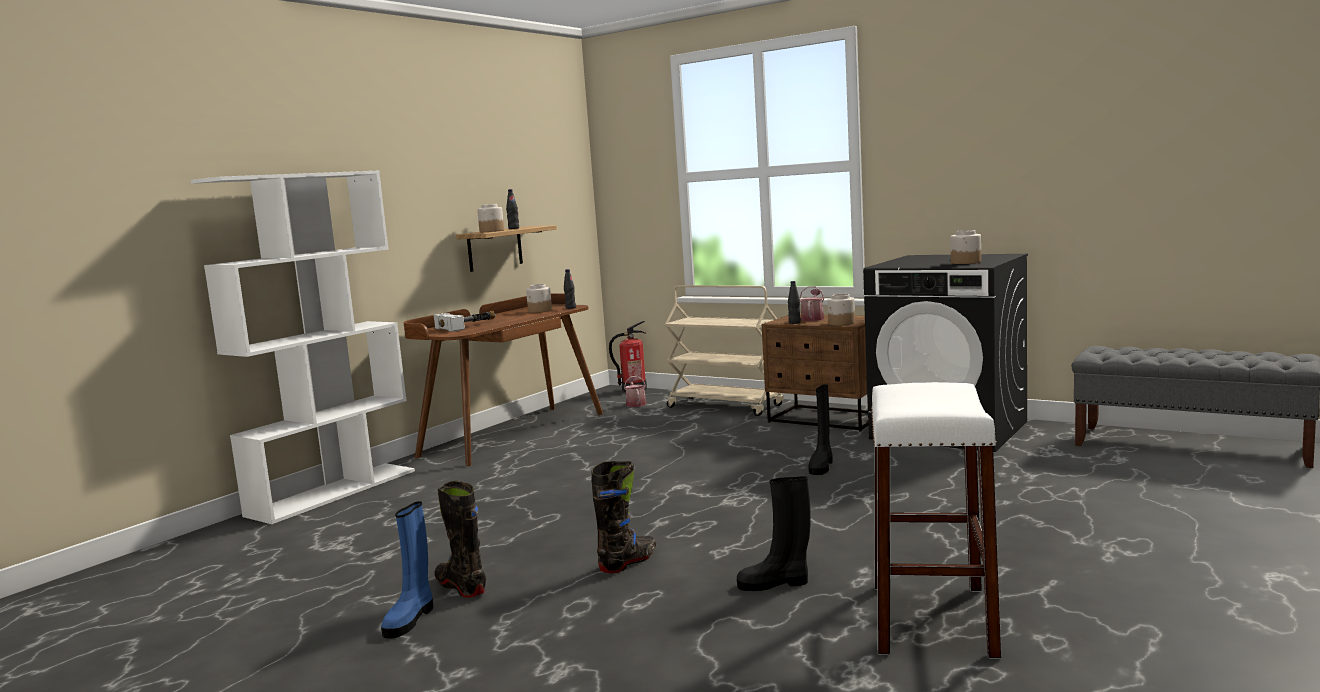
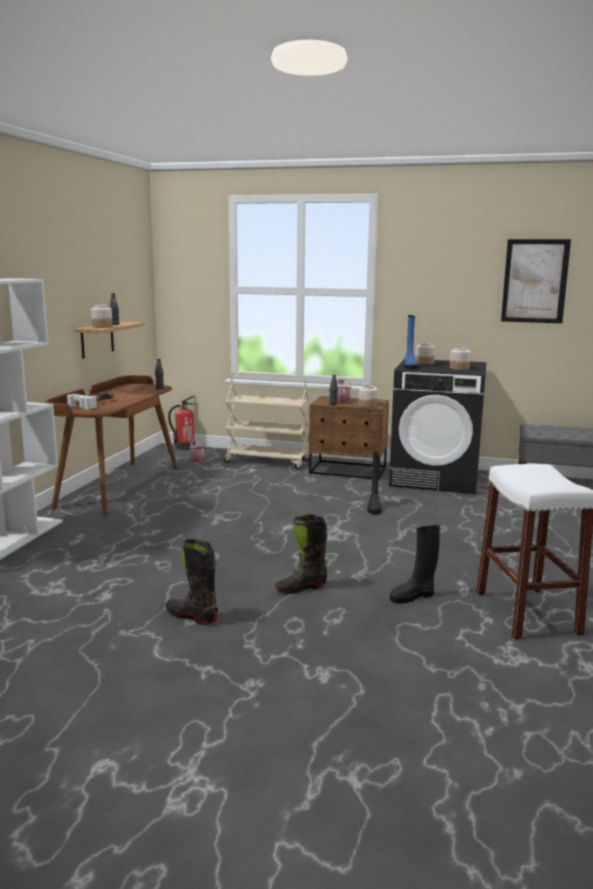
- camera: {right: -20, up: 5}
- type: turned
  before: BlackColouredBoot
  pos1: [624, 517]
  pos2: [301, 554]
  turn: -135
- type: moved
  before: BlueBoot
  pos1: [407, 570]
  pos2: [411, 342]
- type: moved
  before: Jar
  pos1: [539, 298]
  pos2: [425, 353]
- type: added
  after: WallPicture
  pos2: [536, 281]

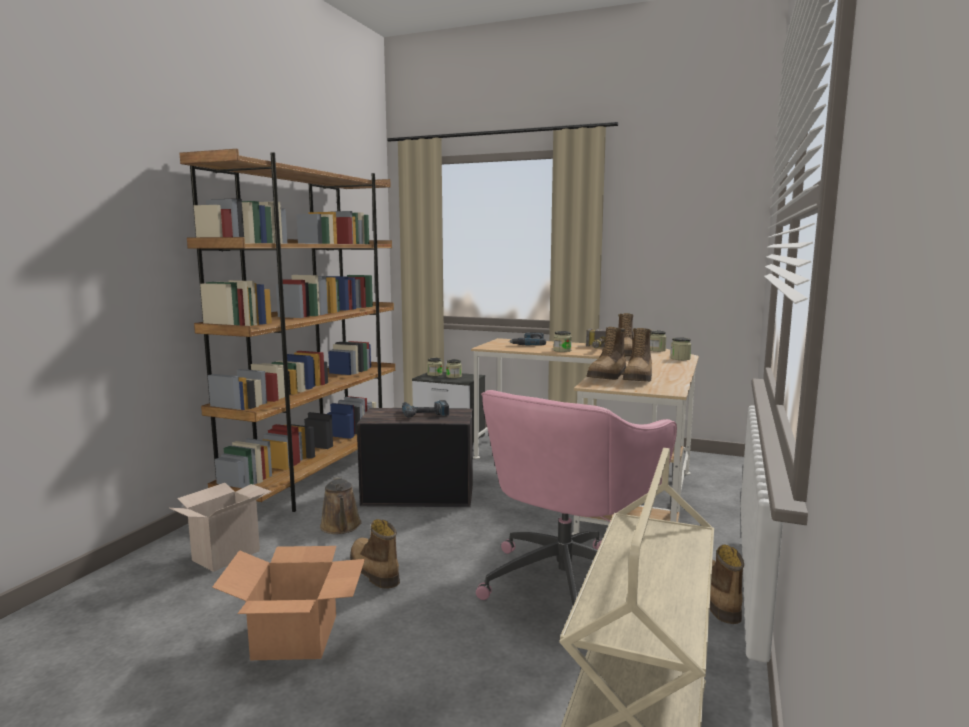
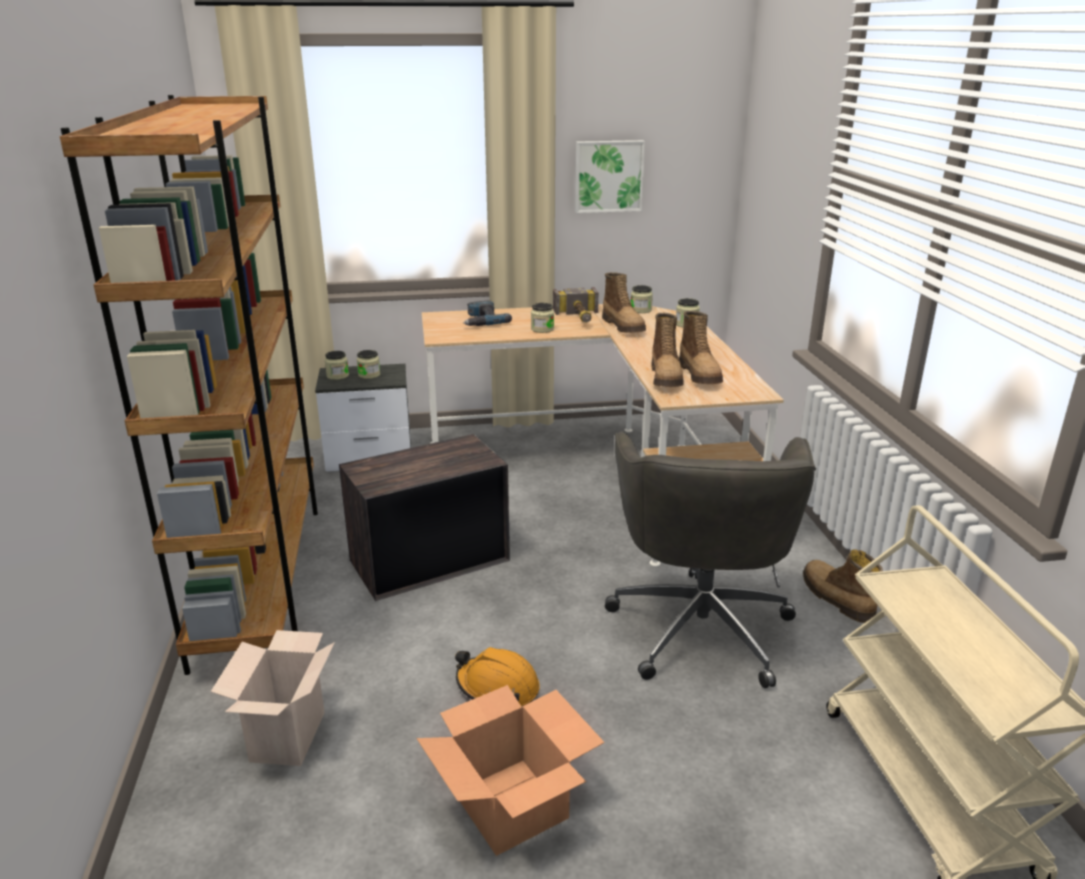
- camera: {right: -30, up: 15}
- type: replaced
  before: Boot
  after: OrangeySafetyHelmet
  pos1: [375, 554]
  pos2: [497, 676]
- type: added
  after: WallPicture
  pos2: [610, 176]
- type: recoloured
  before: PinkColouredOfficeChair
  after: GreyishOfficeChair
  pos1: [576, 498]
  pos2: [710, 560]
- type: removed
  before: BrownishSprinklingCan
  pos1: [341, 505]
- type: removed
  before: Drill
  pos1: [425, 409]

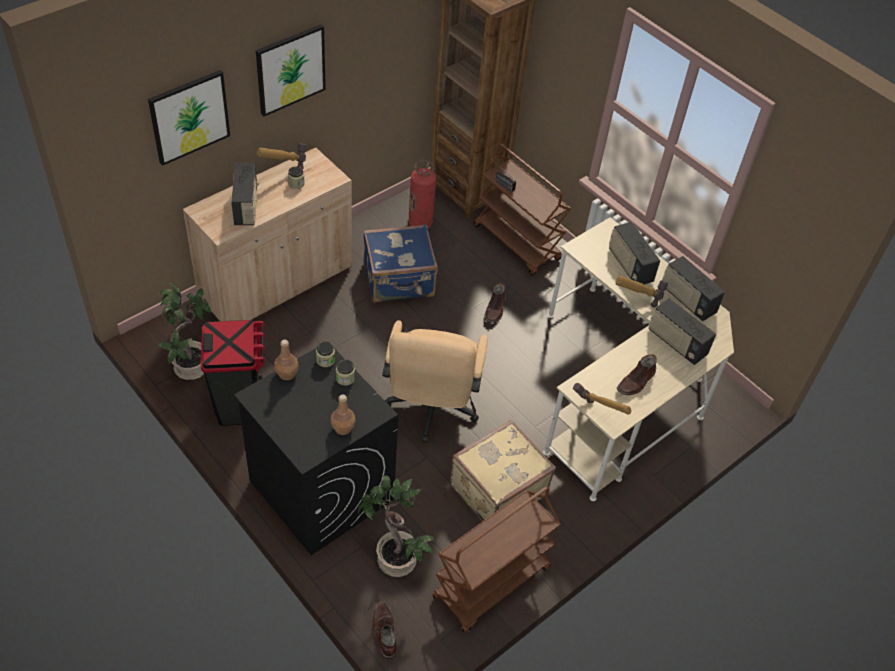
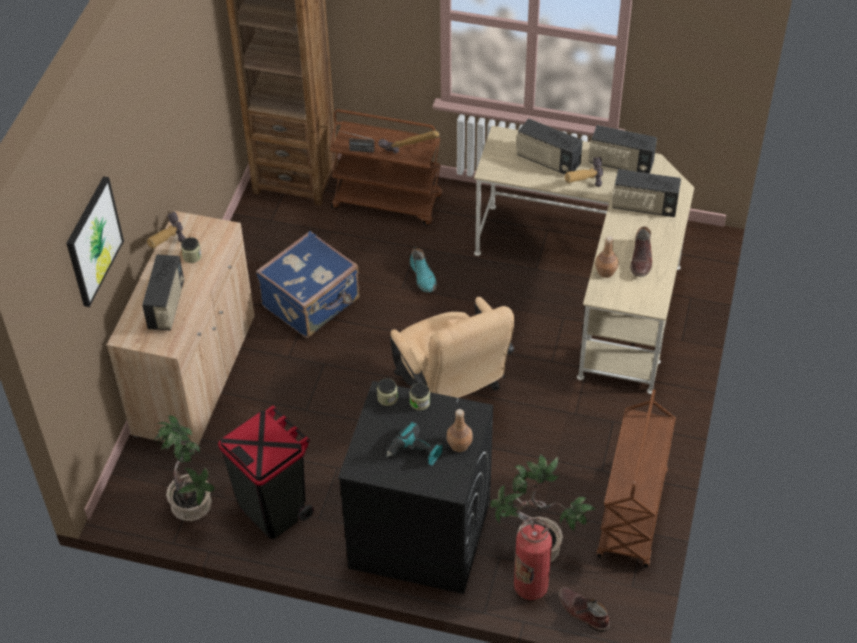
- camera: {right: -30, up: 0}
- type: turned
  before: Radio
  pos1: [245, 193]
  pos2: [163, 293]
  turn: 45
- type: moved
  before: ToolHammer
  pos1: [602, 398]
  pos2: [409, 142]
- type: added
  after: Drill
  pos2: [414, 443]
- type: recoloured
  before: BrownishBoot
  after: BlueGreenBoot
  pos1: [494, 303]
  pos2: [423, 270]
- type: moved
  before: FireExtinguisher
  pos1: [422, 194]
  pos2: [533, 559]
- type: moved
  before: BrownishDrinkBottle
  pos1: [286, 359]
  pos2: [607, 257]
- type: removed
  before: WallPicture
  pos1: [291, 70]
- type: removed
  before: BeigeColouredPieceOfLuggage
  pos1: [503, 471]

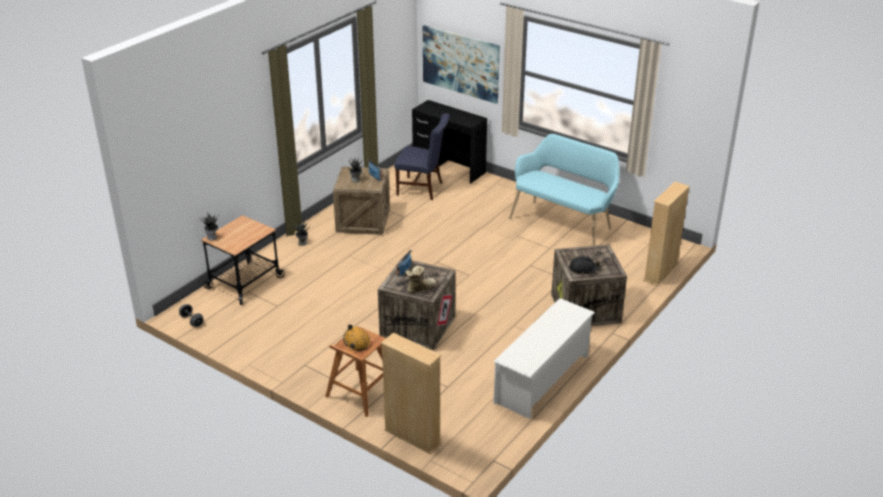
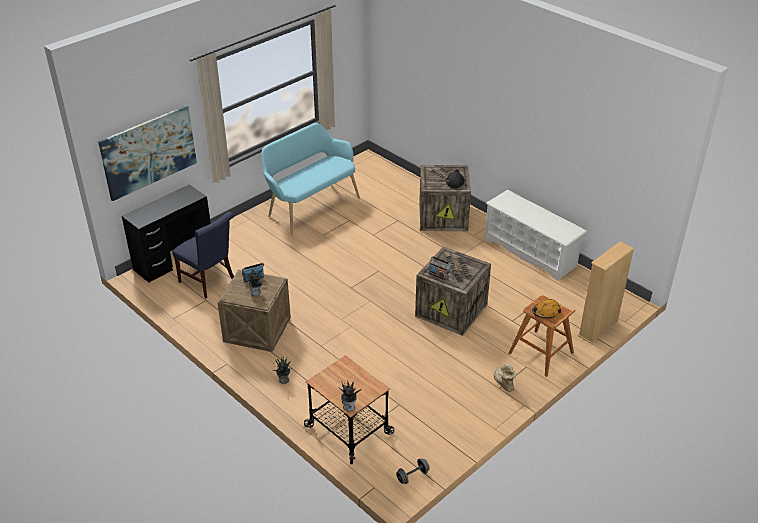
- camera: {right: -80, up: 5}
- type: turned
  before: BlueChair
  pos1: [422, 156]
  pos2: [203, 255]
  turn: 105
- type: moved
  before: Boot
  pos1: [421, 279]
  pos2: [505, 378]
- type: removed
  before: BeigeColouredBookshelf
  pos1: [666, 234]

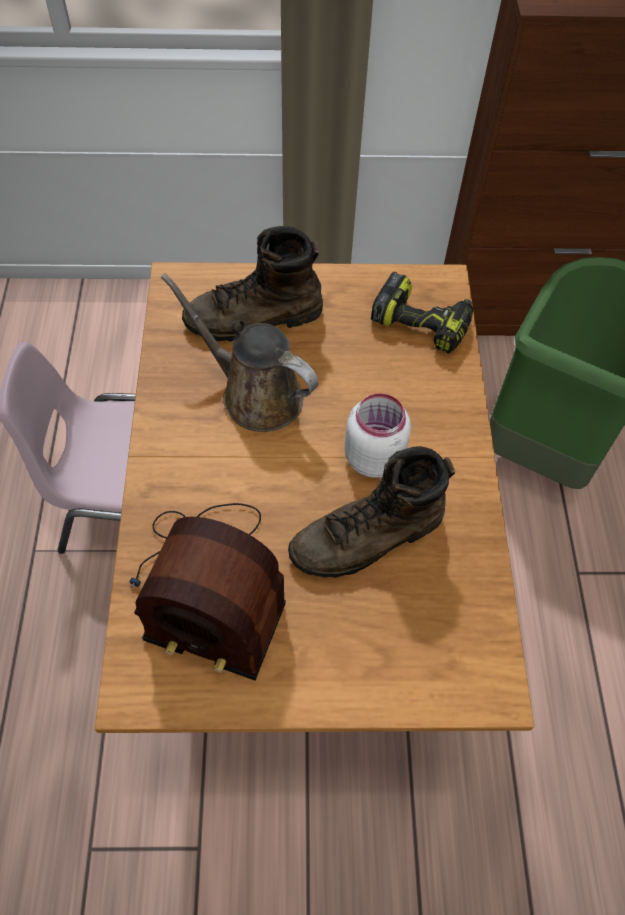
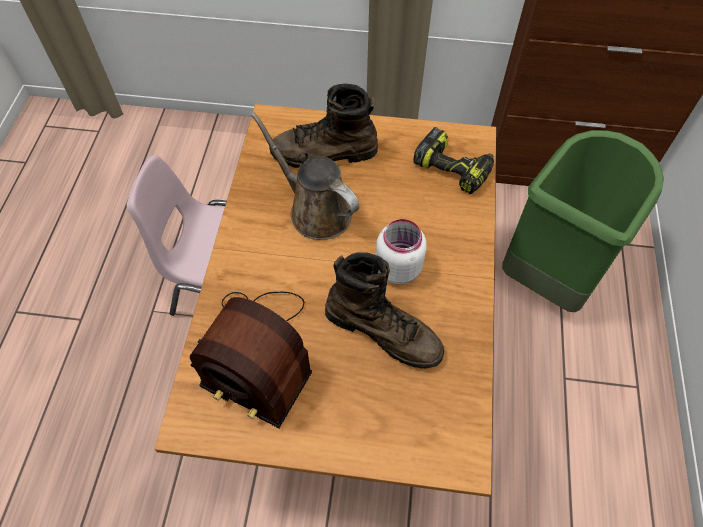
- camera: {right: 10, up: 0}
- type: turned
  before: BrownishBoot
  pos1: [371, 512]
  pos2: [384, 310]
  turn: -135

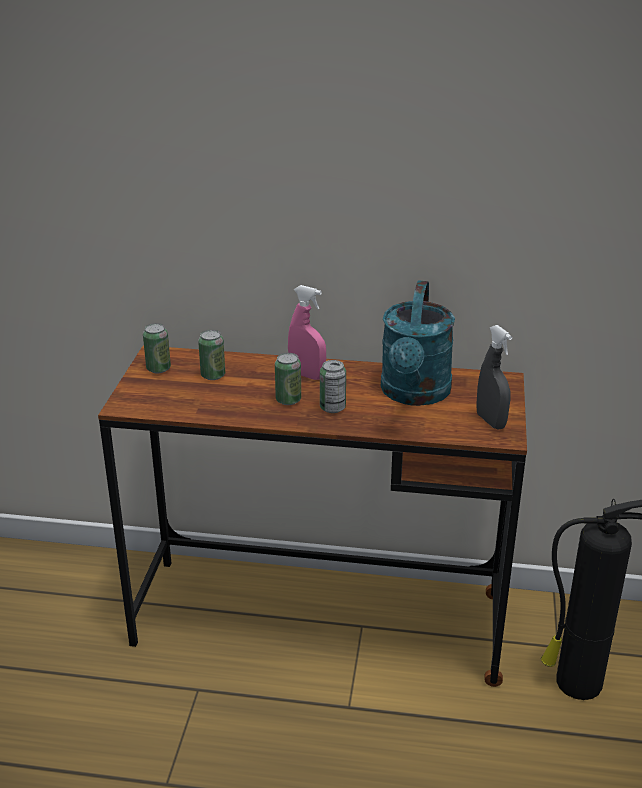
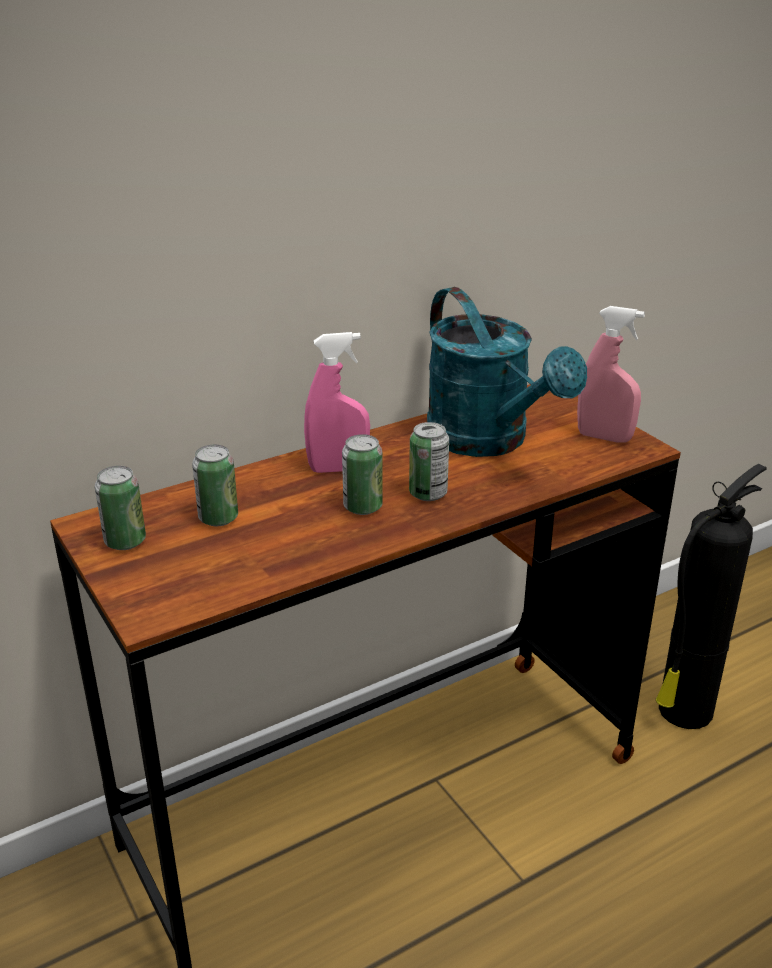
- camera: {right: -40, up: 0}
- type: recoloured
  before: GreyishHandSprayer
  after: PinkColouredHandSprayer
  pos1: [494, 377]
  pos2: [611, 374]

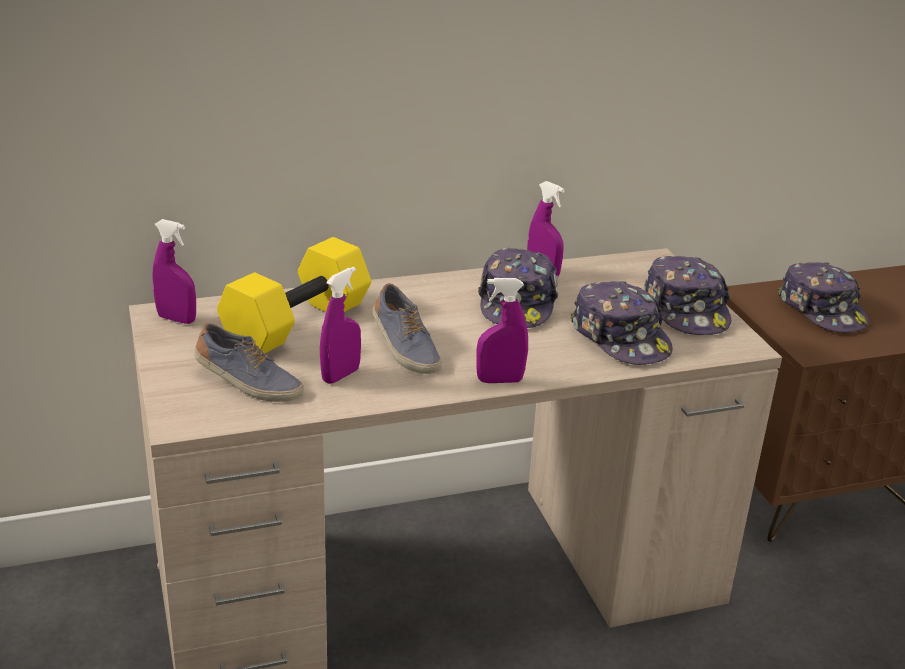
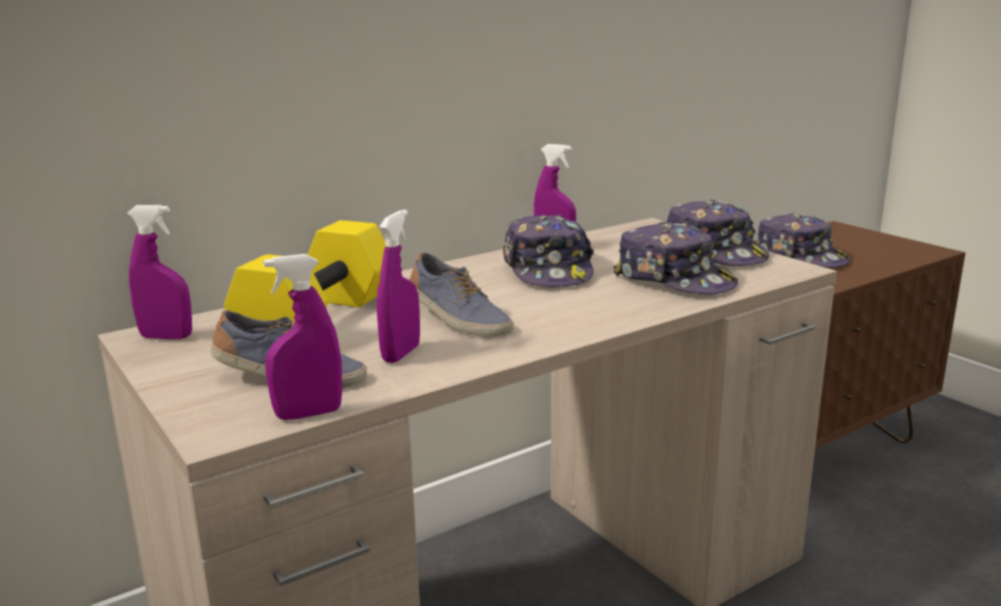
- camera: {right: -15, up: -10}
- type: moved
  before: PurpleHandSprayer
  pos1: [502, 330]
  pos2: [302, 337]

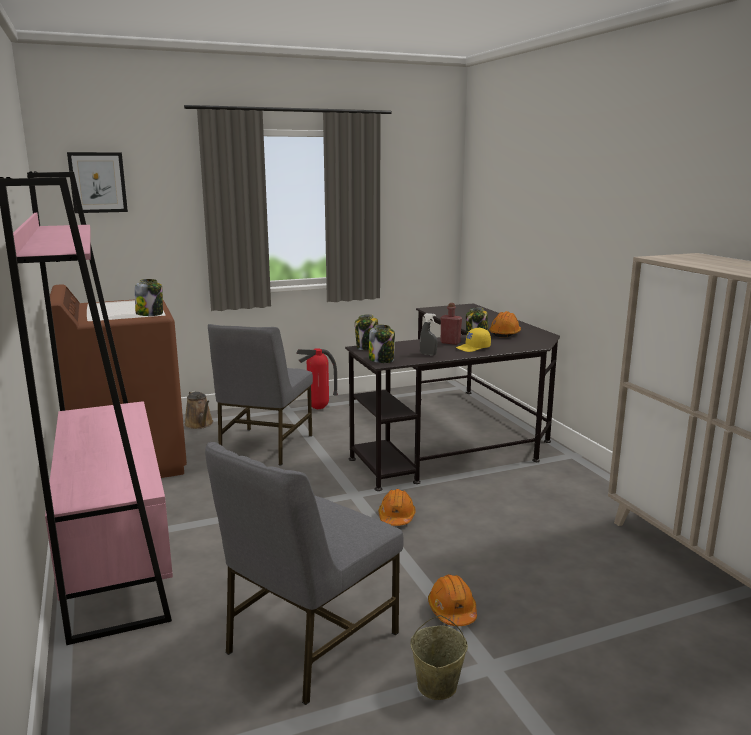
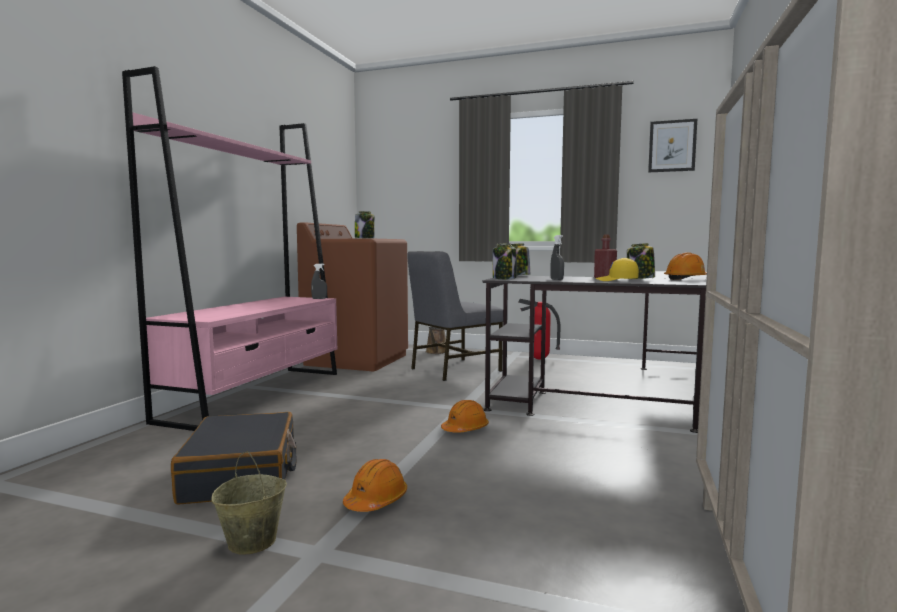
- camera: {right: 40, up: -10}
- type: replaced
  before: GreyishChair
  after: BlackColouredPieceOfLuggage
  pos1: [304, 573]
  pos2: [233, 458]
- type: added
  after: GreyishHandSprayer
  pos2: [319, 281]
- type: moved
  before: WallPicture
  pos1: [97, 182]
  pos2: [672, 145]

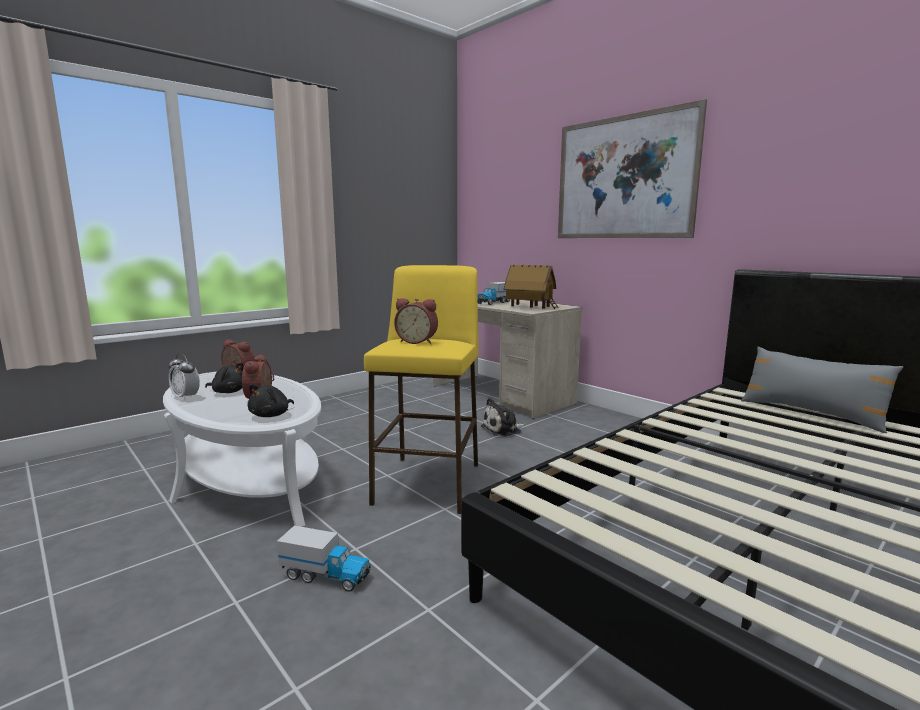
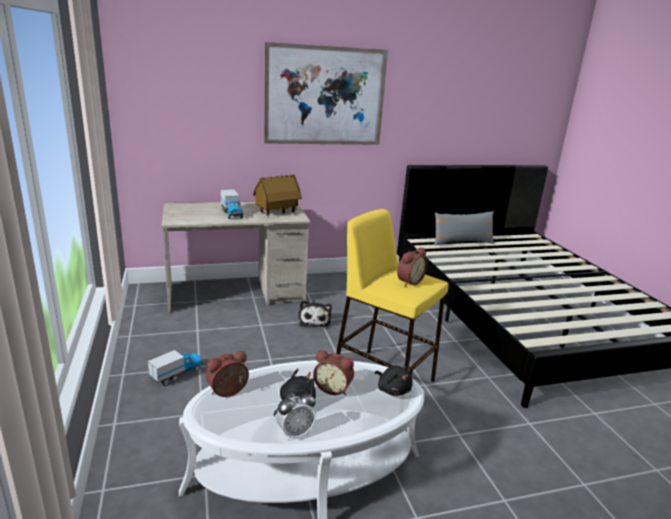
- camera: {right: -65, up: 10}
- type: moved
  before: ModelTruck
  pos1: [324, 558]
  pos2: [175, 368]

